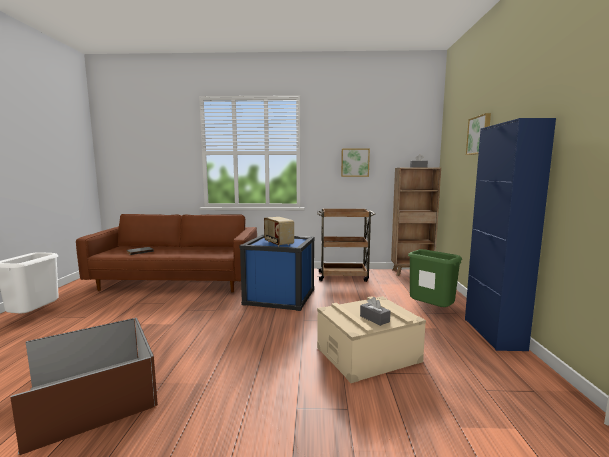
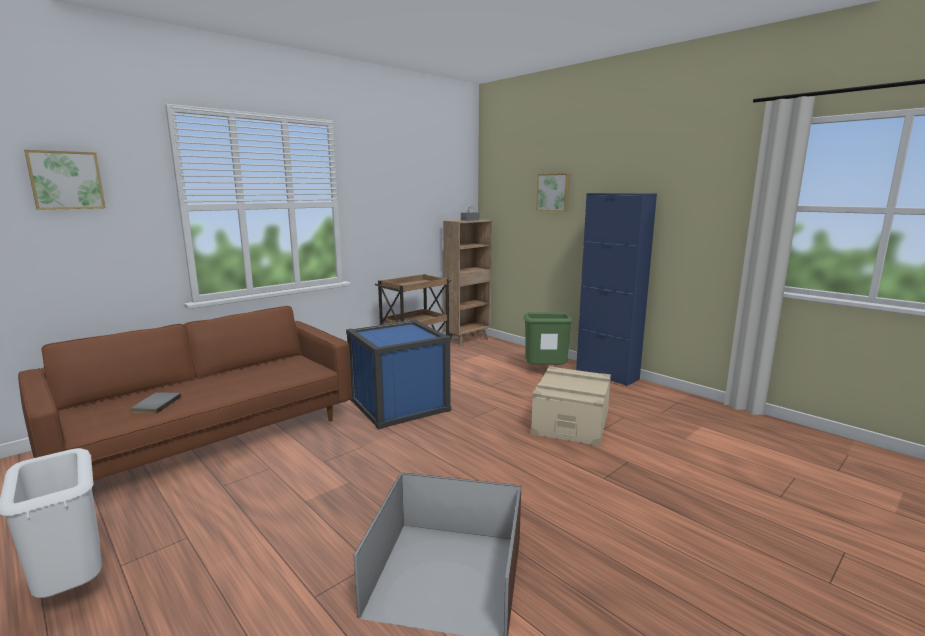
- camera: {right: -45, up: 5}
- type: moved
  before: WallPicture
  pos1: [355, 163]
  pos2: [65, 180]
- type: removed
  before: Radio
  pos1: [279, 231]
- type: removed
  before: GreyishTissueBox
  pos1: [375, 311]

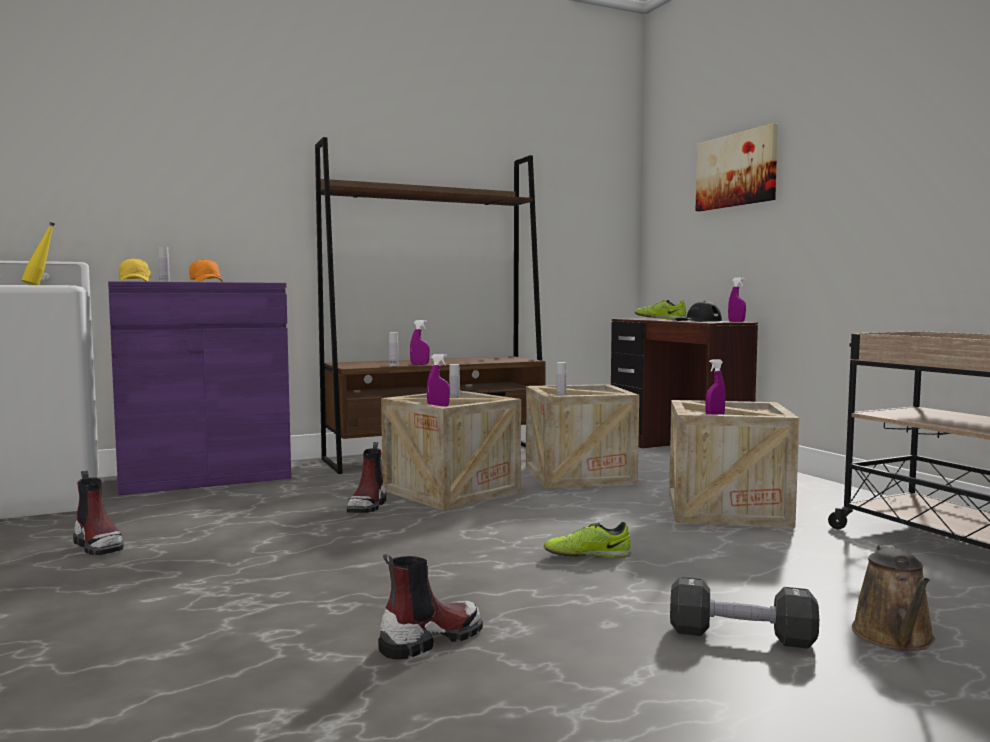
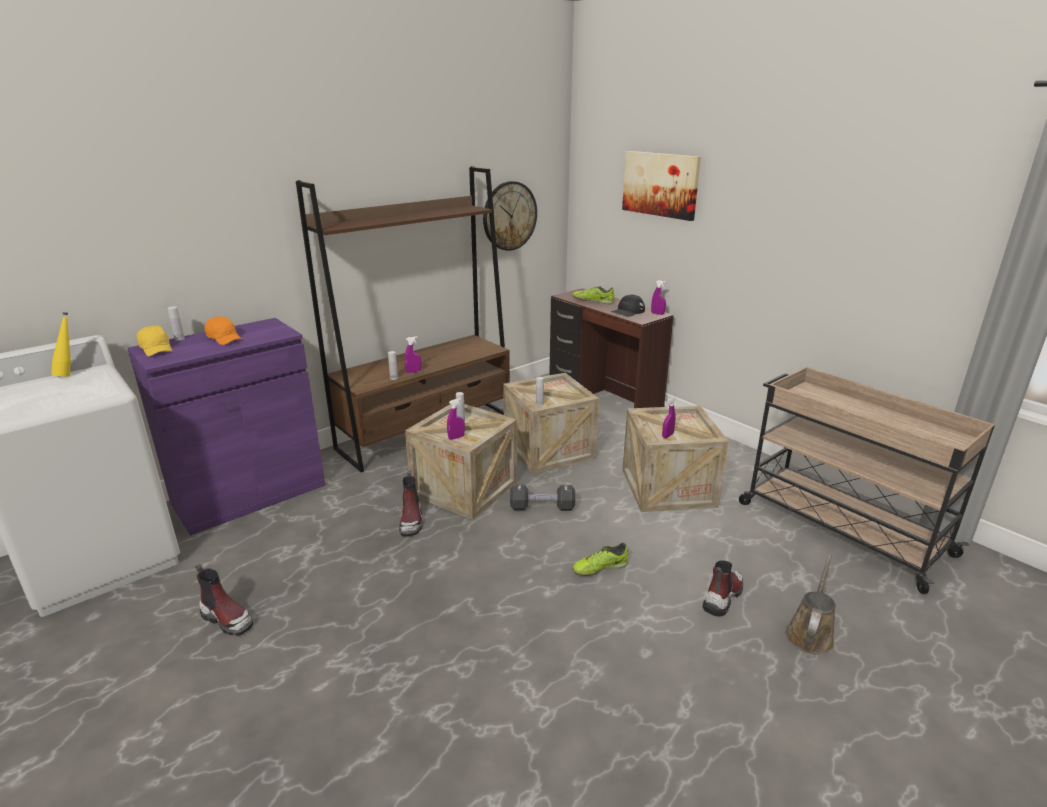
- camera: {right: -15, up: 20}
- type: added
  after: HangingClock
  pos2: [510, 216]
- type: moved
  before: BlackColouredDumbbell
  pos1: [744, 613]
  pos2: [542, 498]
- type: moved
  before: Boot
  pos1: [430, 607]
  pos2: [723, 588]
- type: turned
  before: BrownishSprinklingCan
  pos1: [893, 598]
  pos2: [810, 605]
  turn: -150

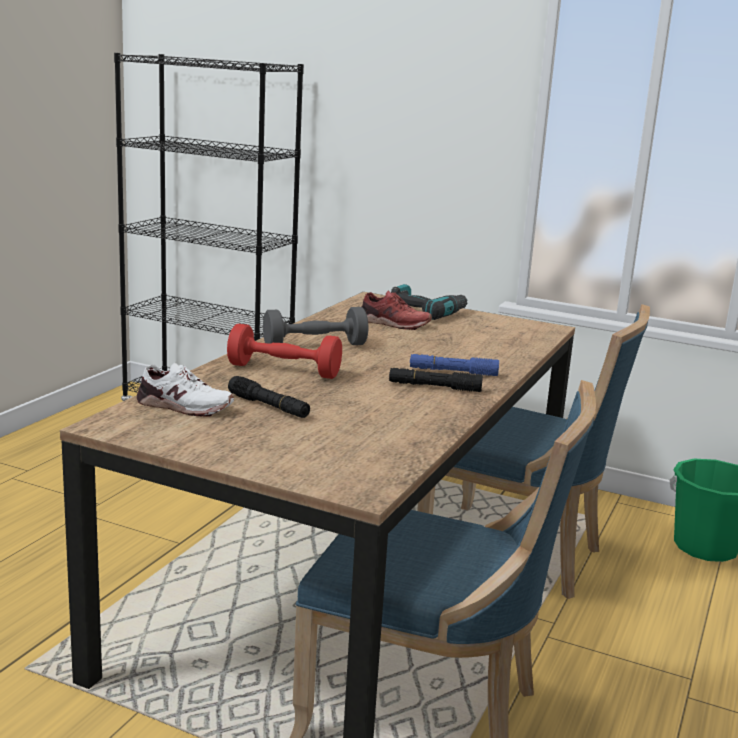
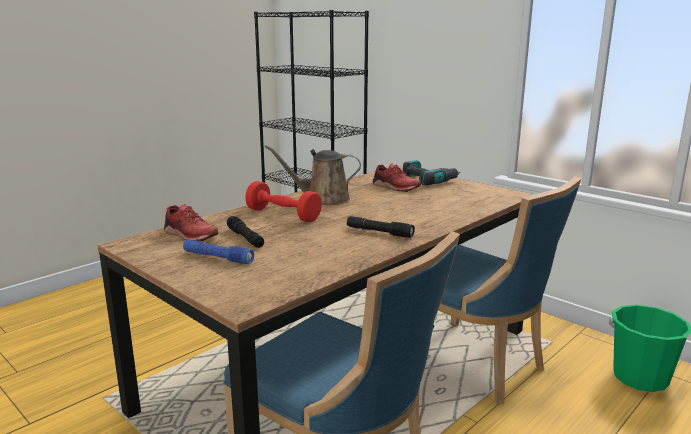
- camera: {right: 20, up: 0}
- type: recoloured
  before: WhiteLowShoe
  after: ReddishLowShoe
  pos1: [185, 390]
  pos2: [191, 223]
- type: moved
  before: BlueHandTorch
  pos1: [454, 365]
  pos2: [218, 252]
- type: replaced
  before: GreyishDumbbell
  after: BrownishSprinklingCan
  pos1: [315, 326]
  pos2: [312, 175]

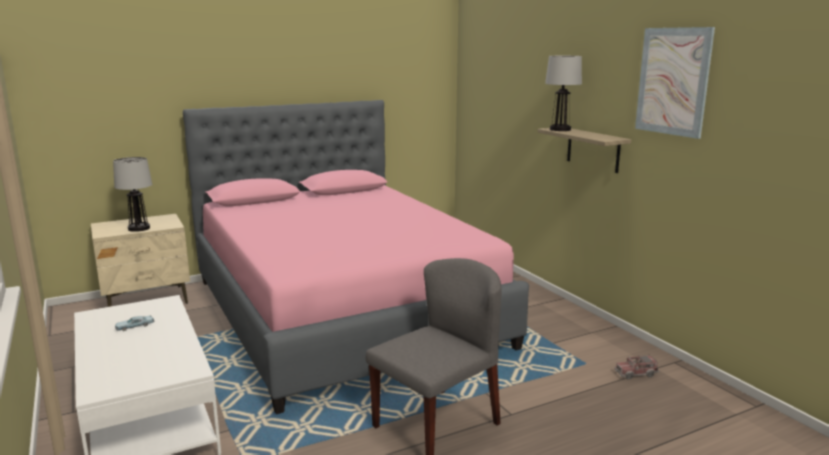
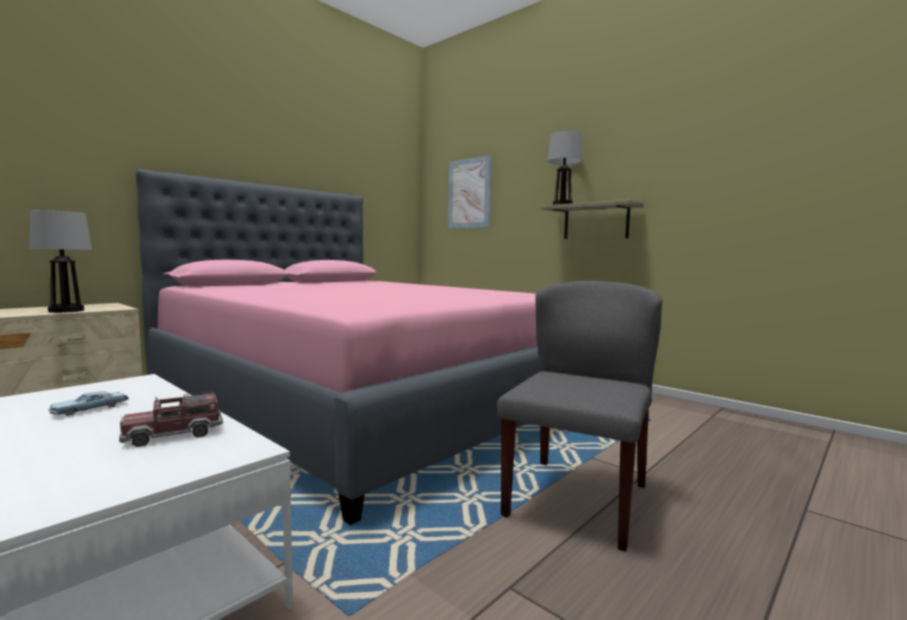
- camera: {right: -20, up: -10}
- type: moved
  before: ModelTruck
  pos1: [637, 367]
  pos2: [171, 419]
- type: moved
  before: WallPicture
  pos1: [675, 83]
  pos2: [469, 192]

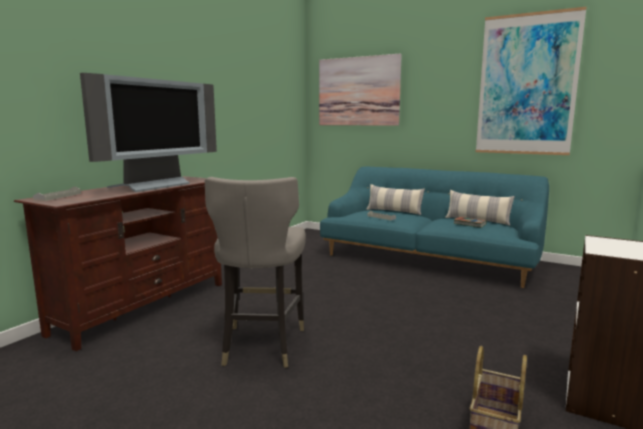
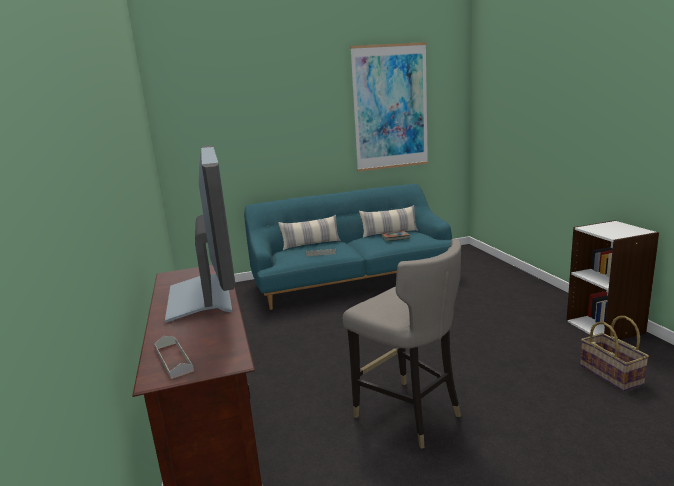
- camera: {right: -45, up: 5}
- type: removed
  before: WallPicture
  pos1: [360, 90]

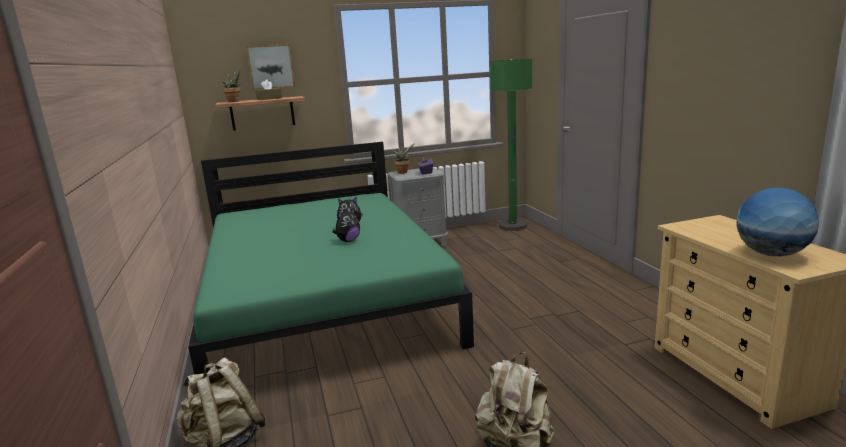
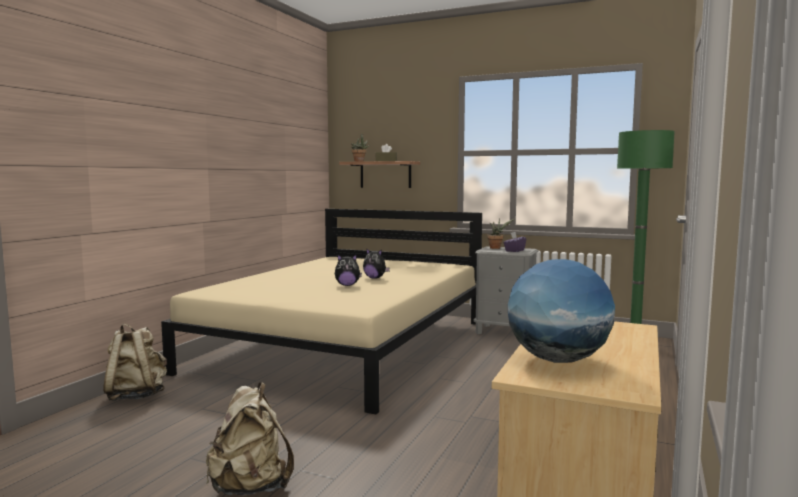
- camera: {right: 40, up: -10}
- type: recoloured
  before: GreenishBed
  after: BeigeColouredBed
  pos1: [331, 258]
  pos2: [321, 312]
- type: removed
  before: WallPicture
  pos1: [270, 67]

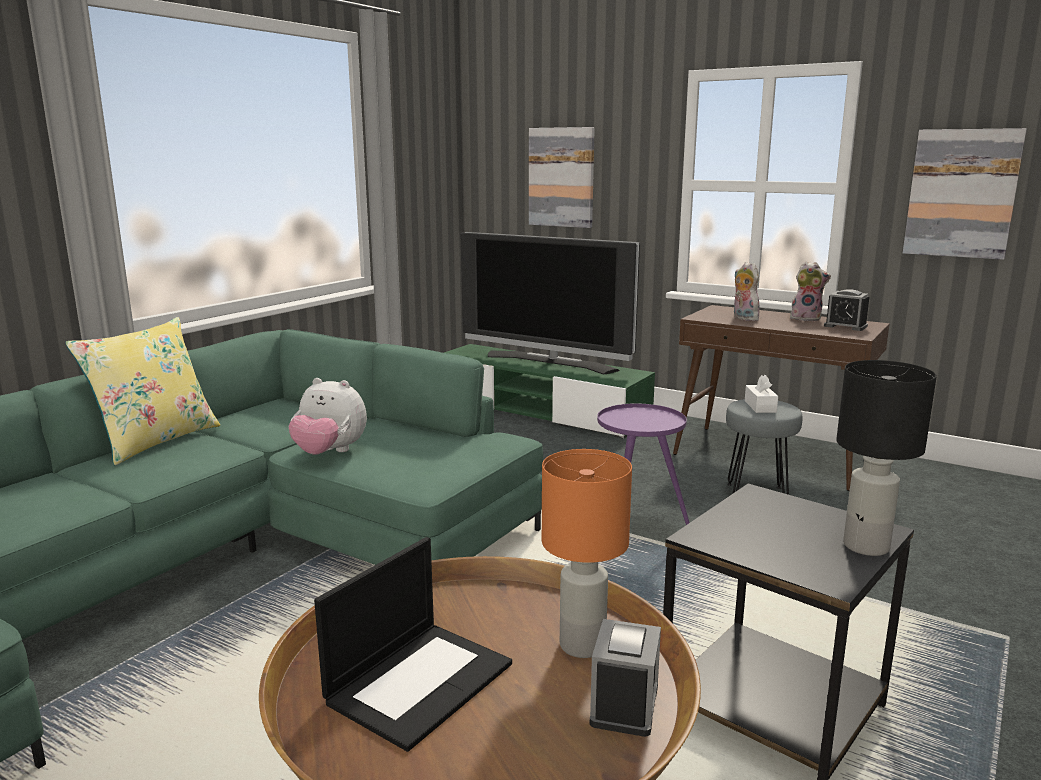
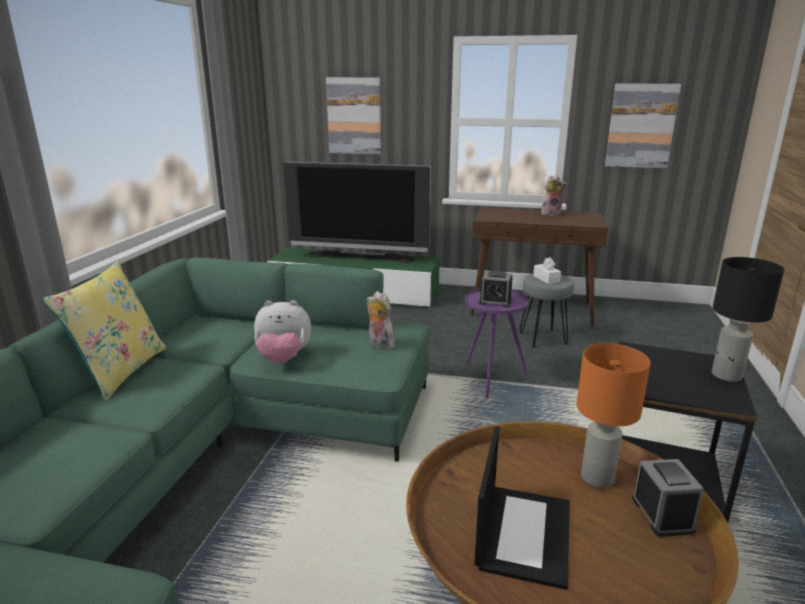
- camera: {right: -20, up: 5}
- type: moved
  before: SoftToy
  pos1: [746, 291]
  pos2: [381, 320]
- type: moved
  before: AlarmClock
  pos1: [847, 310]
  pos2: [495, 289]

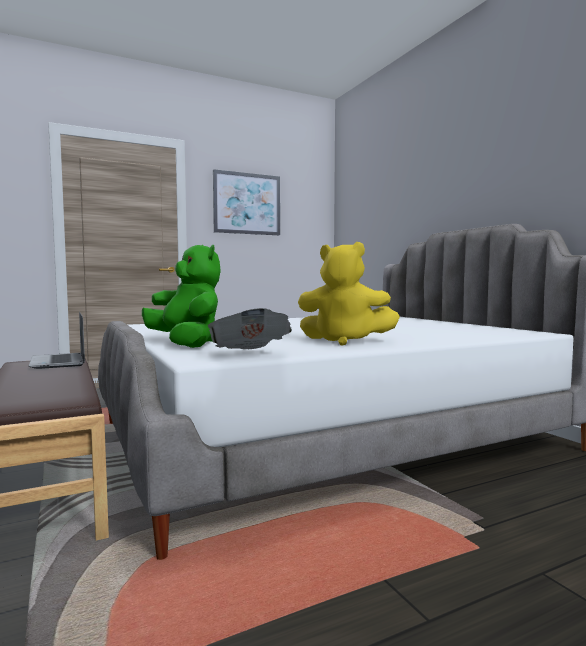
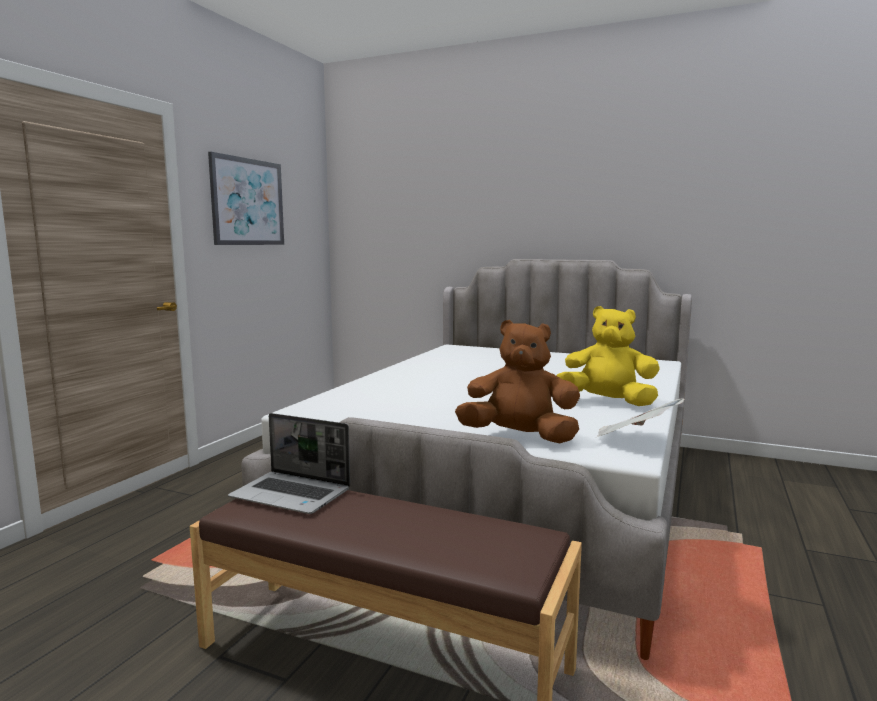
- camera: {right: -40, up: 5}
- type: recoloured
  before: GreenishSoftToy
  after: BrownishSoftToy
  pos1: [181, 296]
  pos2: [517, 381]
- type: turned
  before: YellowishSoftToy
  pos1: [349, 293]
  pos2: [608, 356]
  turn: -135

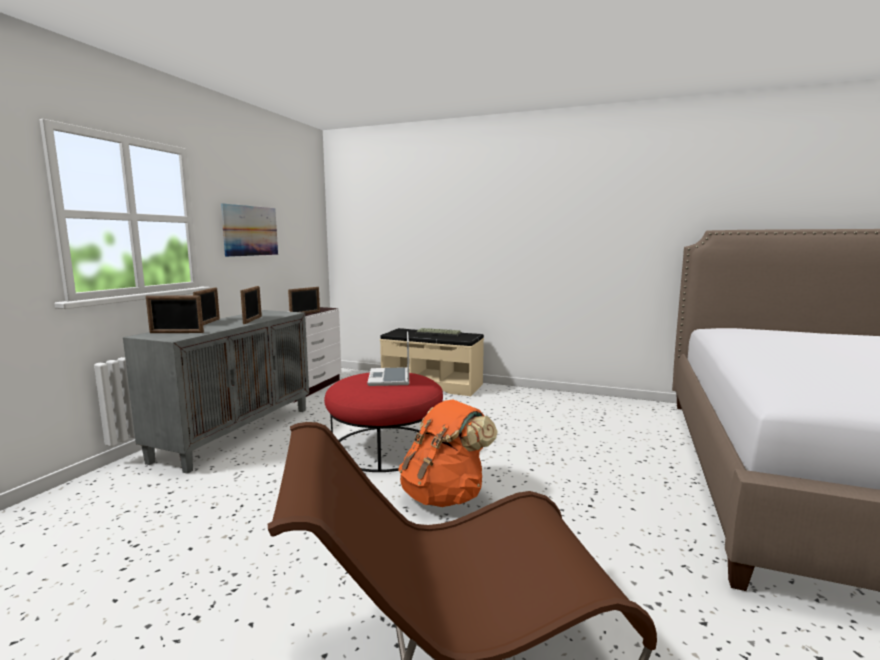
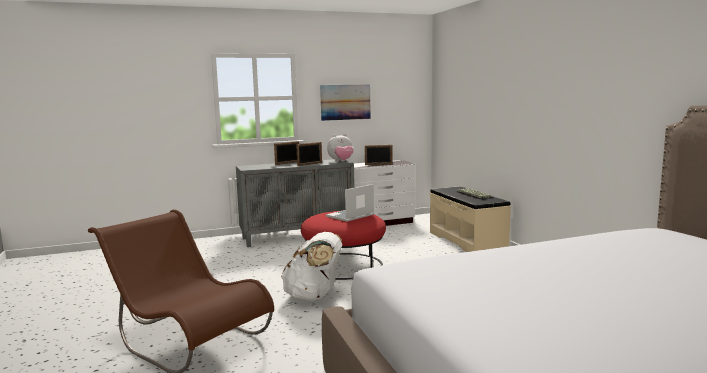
- camera: {right: 50, up: 0}
- type: recoloured
  before: OrangeyRucksack
  after: WhiteRucksack
  pos1: [448, 453]
  pos2: [312, 266]
- type: added
  after: SoftToy
  pos2: [340, 148]
- type: removed
  before: PhotoFrame
  pos1: [175, 314]

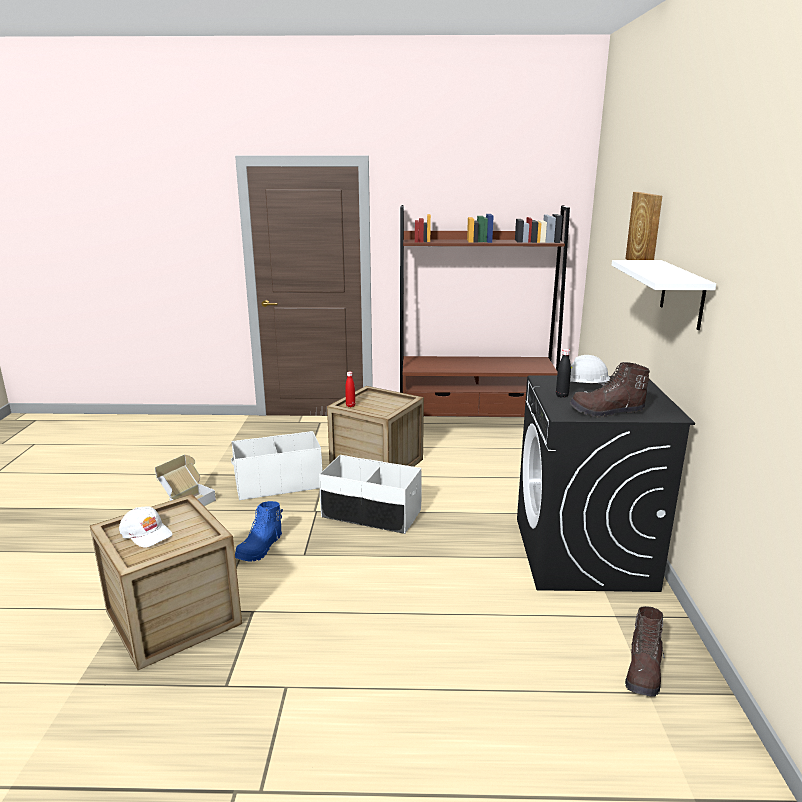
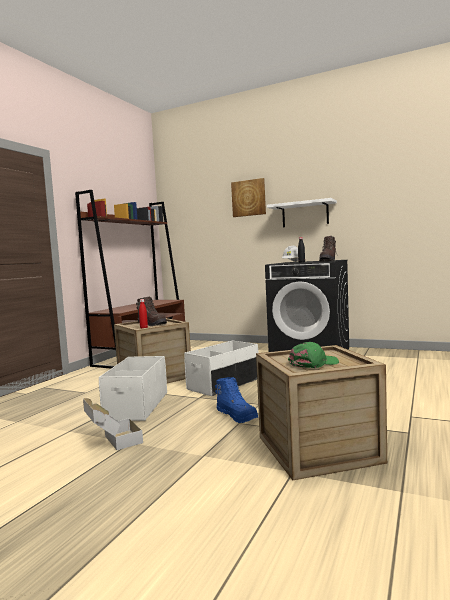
- camera: {right: -65, up: -15}
- type: moved
  before: BrownishBoot
  pos1: [645, 651]
  pos2: [151, 311]
- type: recoloured
  before: WhiteBaseballCap
  after: GreenishBaseballCap
  pos1: [146, 527]
  pos2: [313, 355]

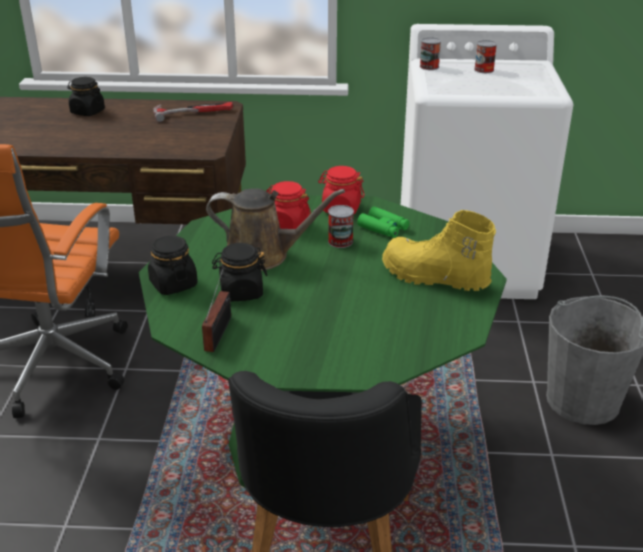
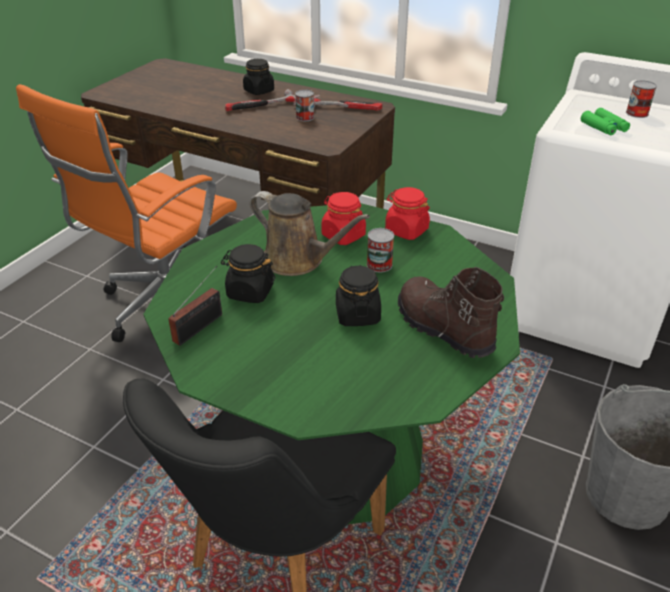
- camera: {right: 25, up: 5}
- type: added
  after: ToolHammer
  pos2: [260, 100]
- type: moved
  before: Can
  pos1: [430, 53]
  pos2: [304, 105]
- type: moved
  before: BlackColouredJar
  pos1: [173, 265]
  pos2: [358, 295]
- type: recoloured
  before: YellowishBoot
  after: BrownishBoot
  pos1: [439, 250]
  pos2: [451, 312]
- type: moved
  before: GreenishPairOfBinoculars
  pos1: [383, 222]
  pos2: [605, 121]

